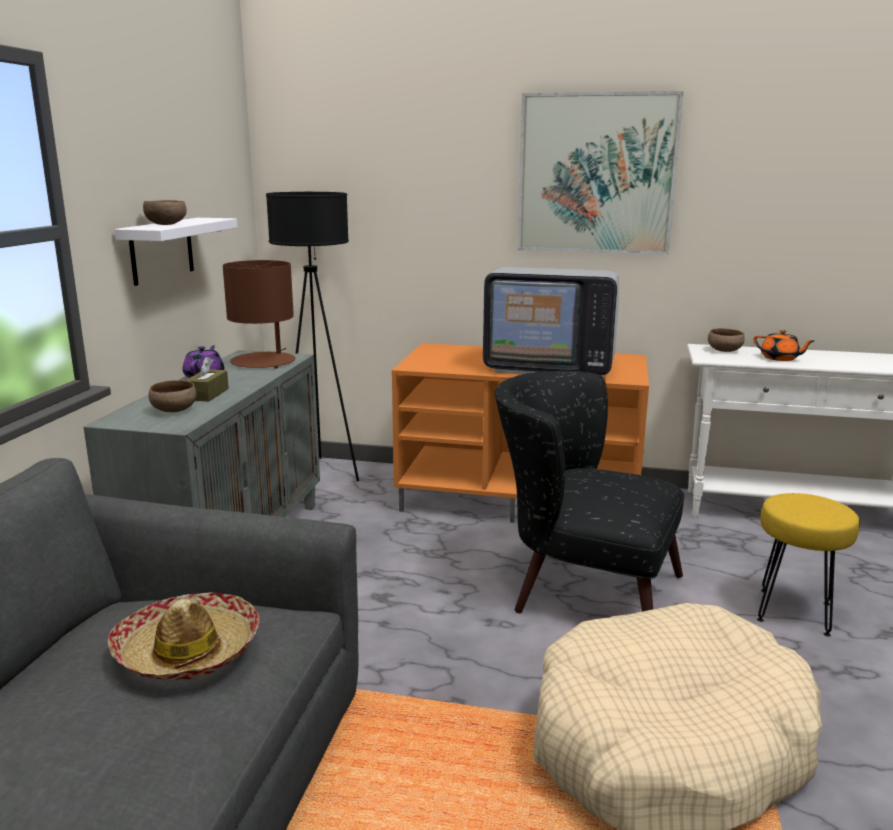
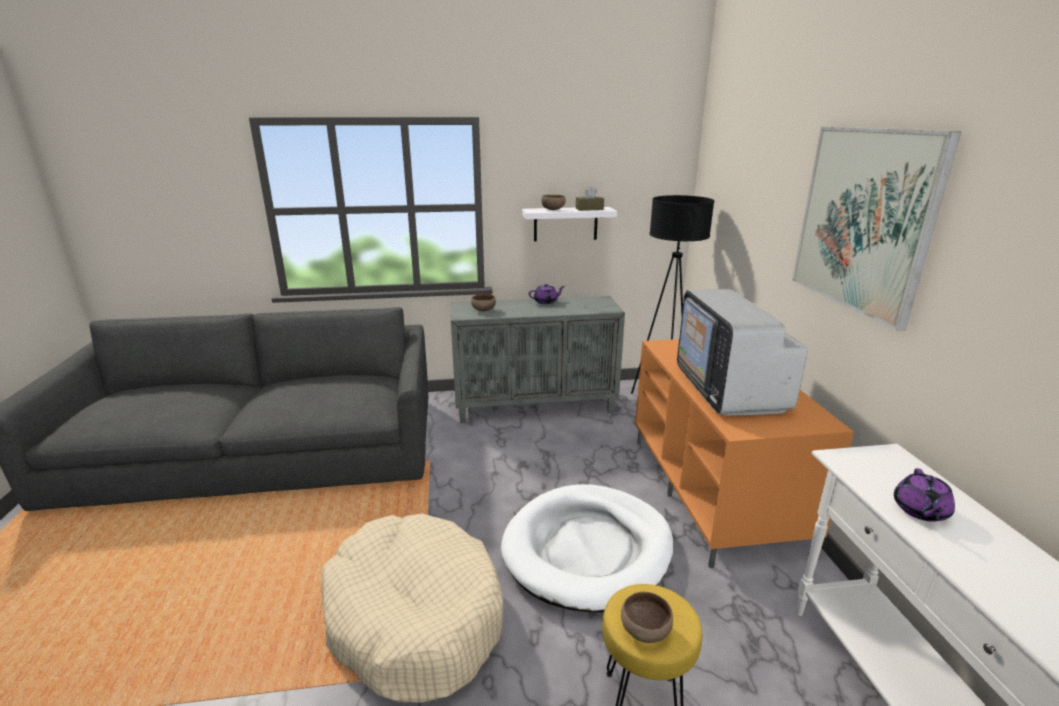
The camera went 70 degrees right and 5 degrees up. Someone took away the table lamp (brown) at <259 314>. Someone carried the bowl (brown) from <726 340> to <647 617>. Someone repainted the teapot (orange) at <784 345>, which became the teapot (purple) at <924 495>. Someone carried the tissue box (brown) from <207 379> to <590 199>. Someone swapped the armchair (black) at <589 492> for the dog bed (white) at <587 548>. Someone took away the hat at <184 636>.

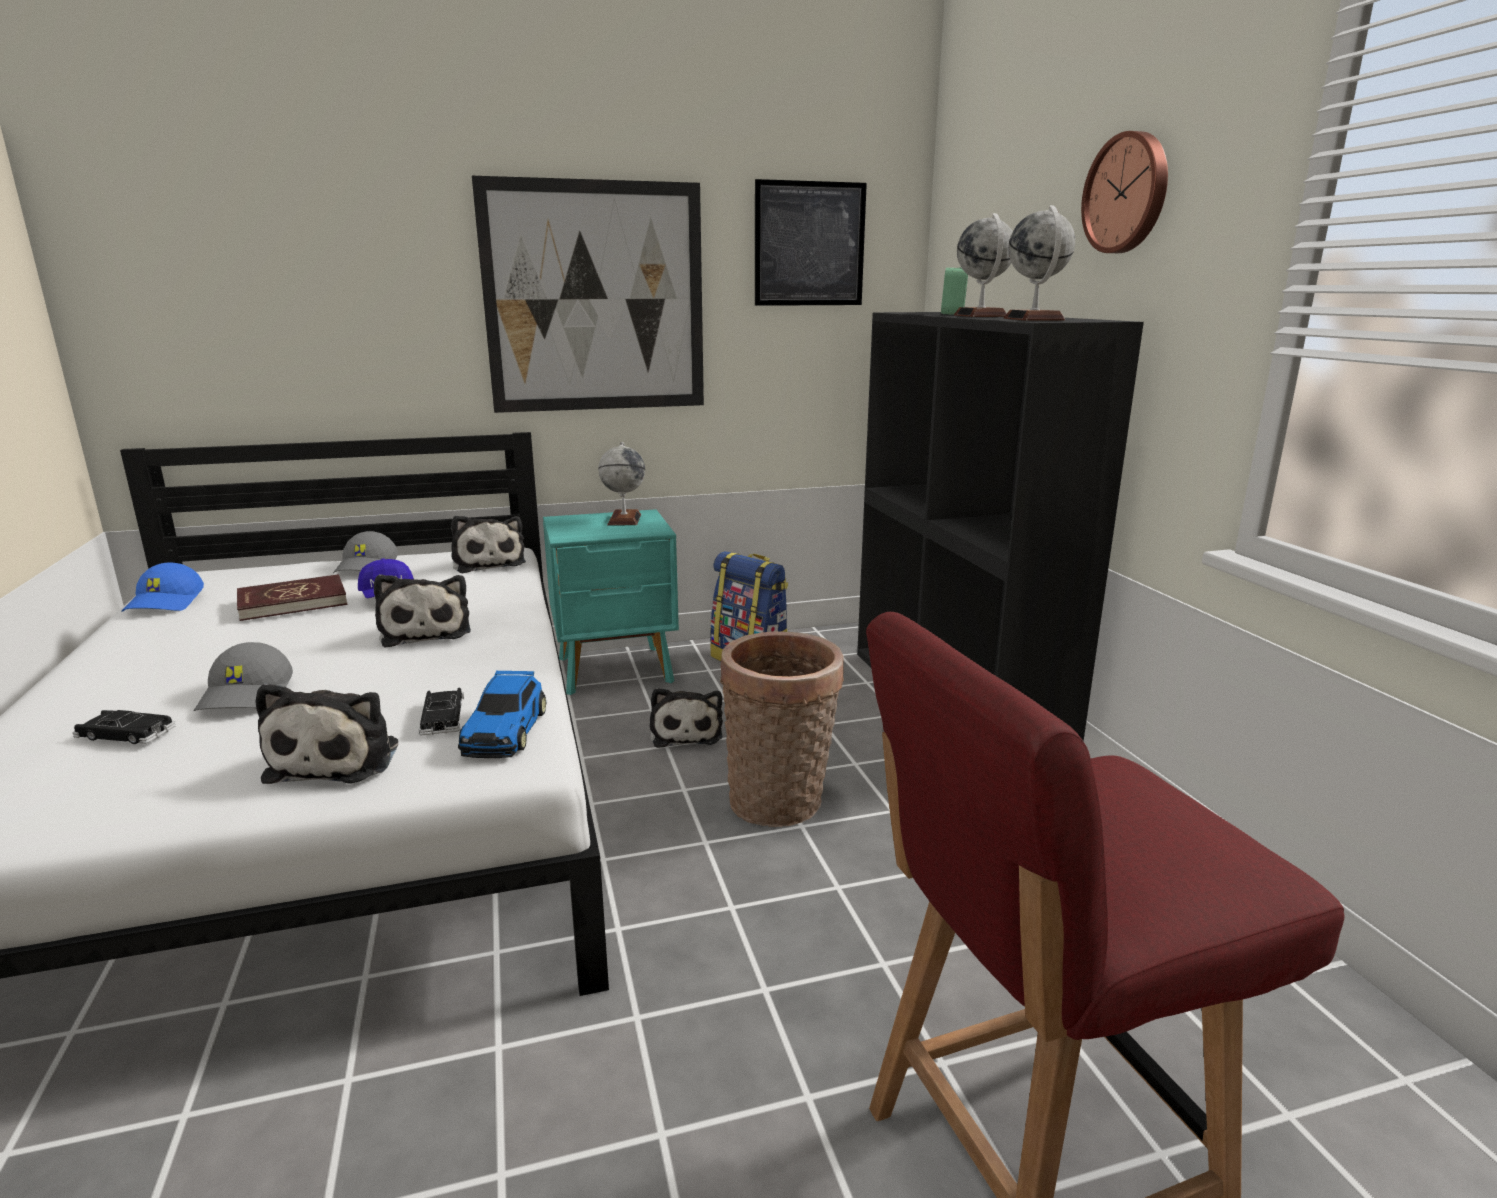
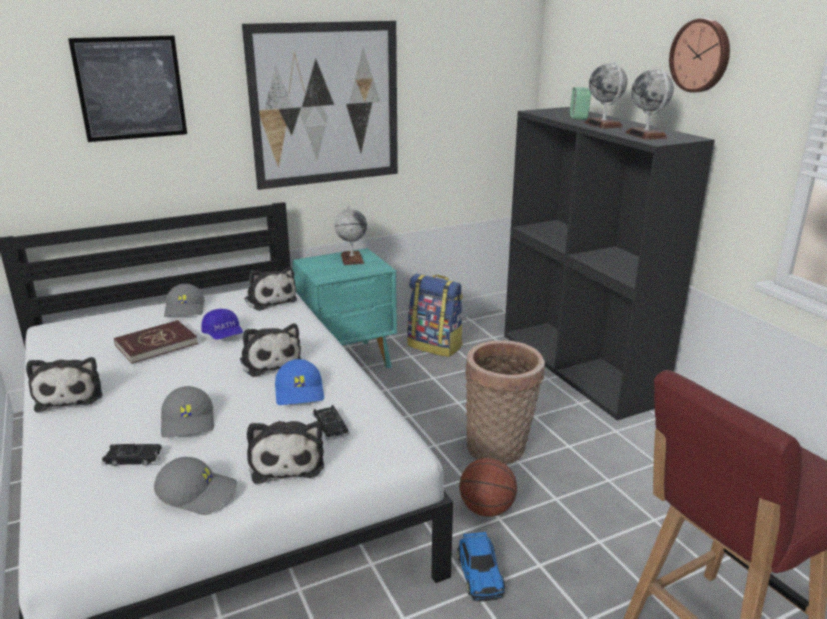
The camera went 10 degrees left and 5 degrees up. Someone carried the picture from <811 242> to <127 89>. Someone carried the cap (blue) from <163 587> to <299 382>. Someone carried the toy car from <502 714> to <481 566>. Someone carried the plush toy from <686 718> to <64 384>. Someone put down the cap (grey) at <195 486>. Someone put down the basketball at <488 487>.

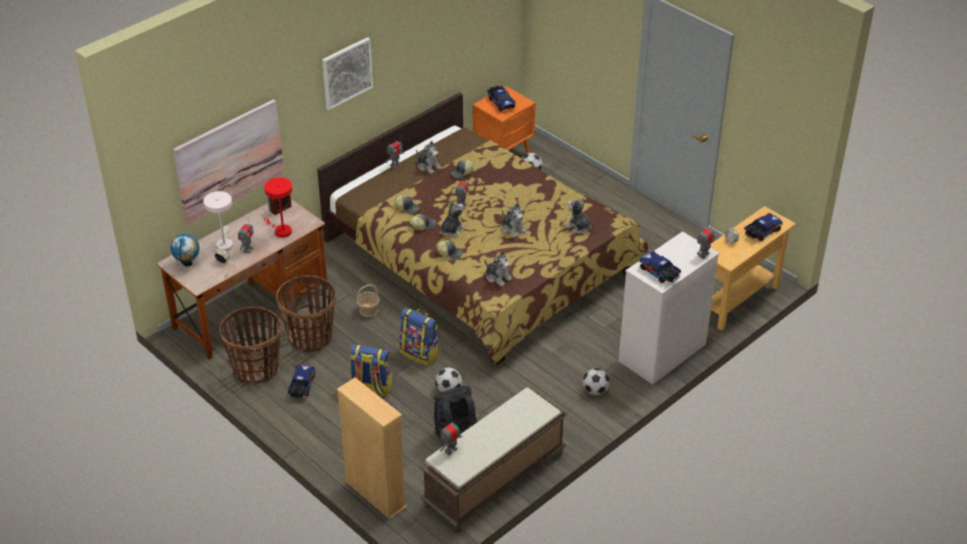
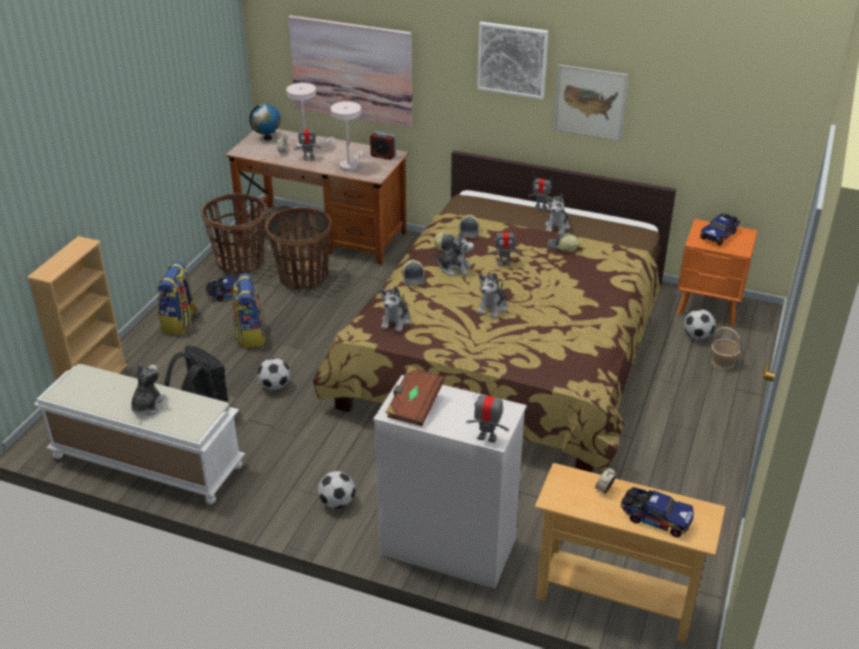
The camera went 65 degrees right and 5 degrees down. Someone repainted the table lamp (red) at <278 207>, which became the table lamp (white) at <347 136>. Someone carried the plush toy from <579 215> to <148 389>. Someone swapped the toy truck at <660 267> for the book (brown) at <415 396>. Someone carried the basket from <368 301> to <726 348>. Someone carried the backpack from <419 337> to <178 298>. Someone repainted the bench (brown) at <493 459>, which became the bench (white) at <139 434>. Someone took away the toy robot at <451 436>. Someone put up the picture at <591 103>.

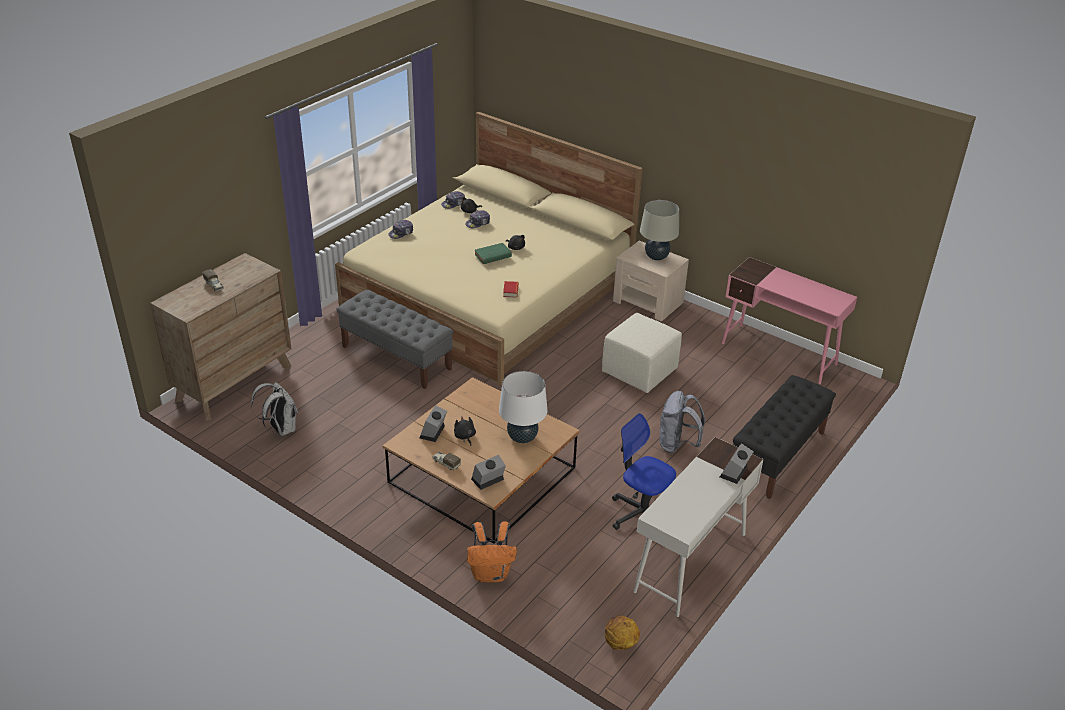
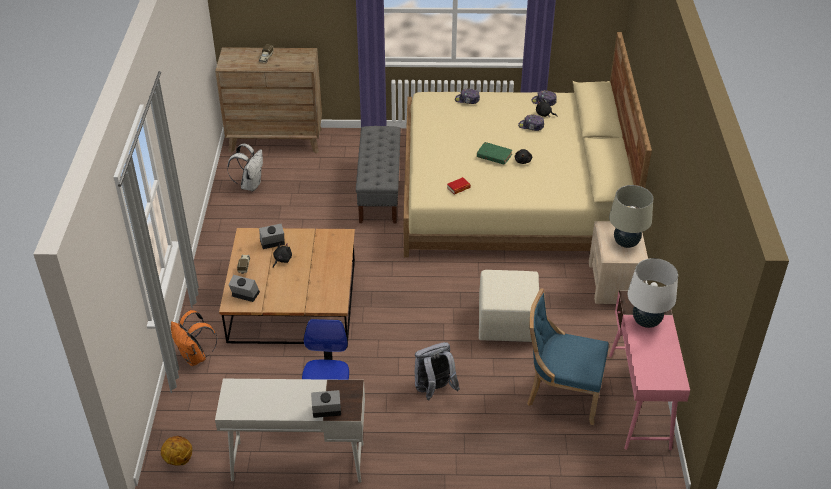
The camera went 55 degrees right and 5 degrees up. Someone carried the table lamp (white) from <523 407> to <653 293>. Someone took away the bench (black) at <784 437>. Someone put down the chair (blue) at <568 357>.

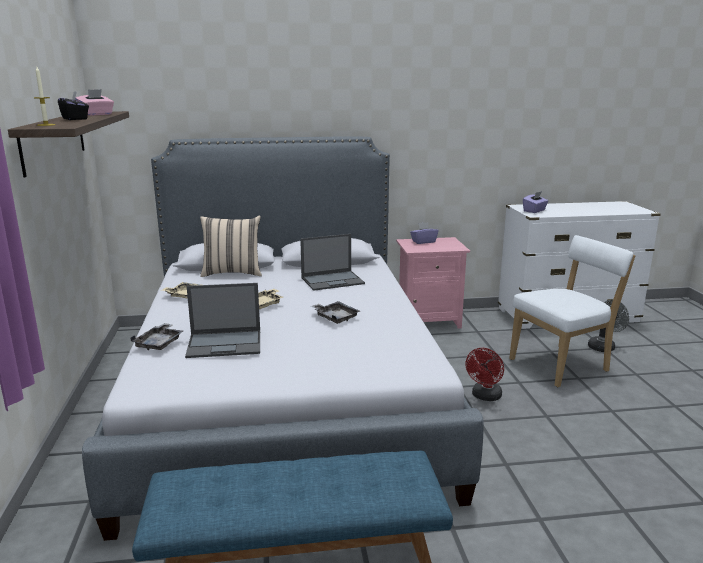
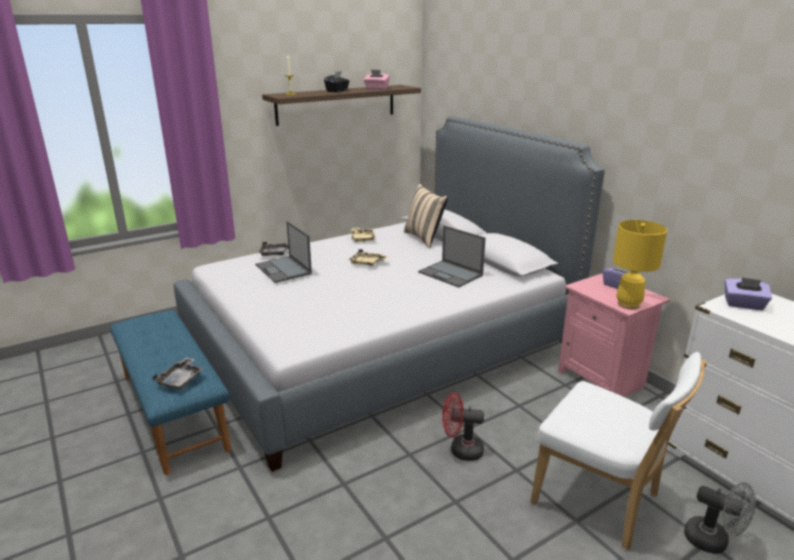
The camera went 65 degrees right and 5 degrees up. Someone carried the tray (grey) from <335 312> to <178 373>. Someone put down the table lamp (yellow) at <640 265>.

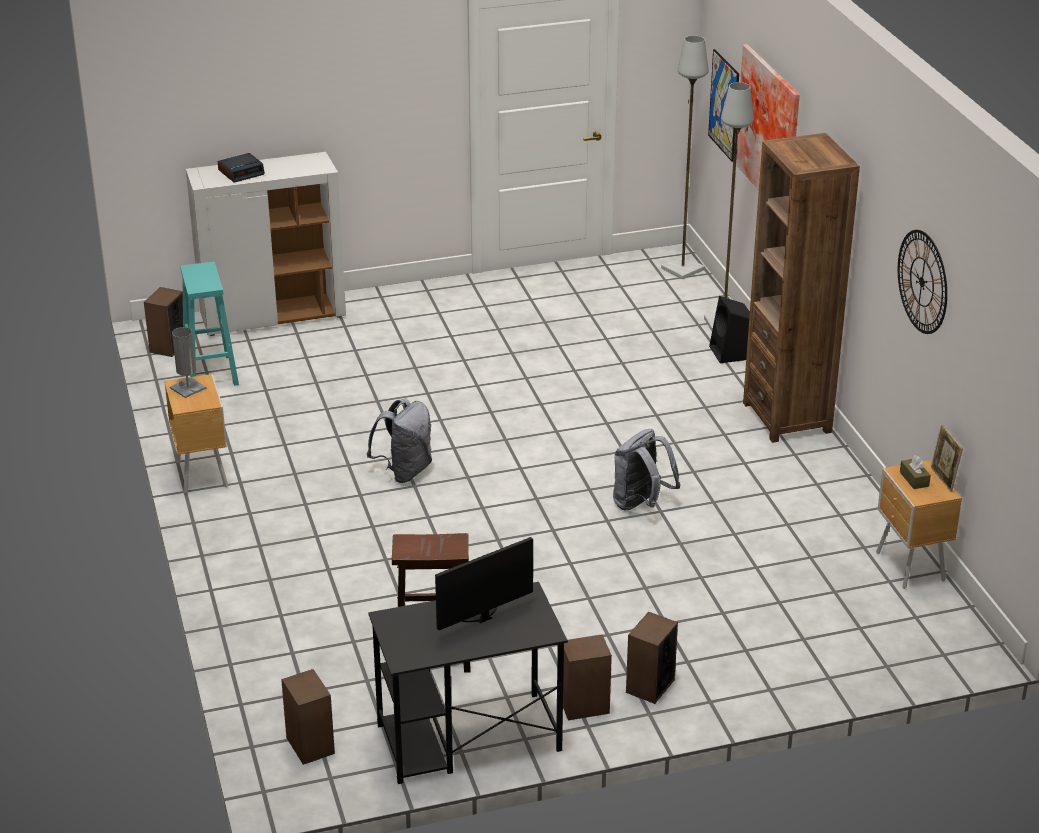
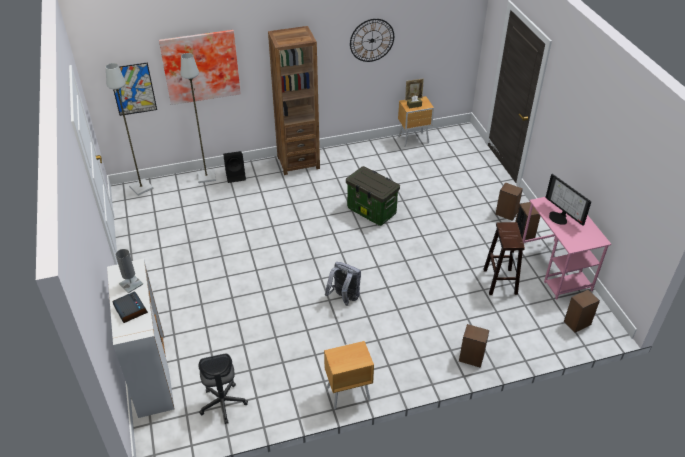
The camera went 90 degrees left and 10 degrees up. Someone swapped the stool (turquoise) at <209 324> for the office chair (grey) at <223 389>. Someone carried the speaker from <163 322> to <474 346>. Someone carried the table lamp (grey) from <188 362> to <129 271>. Someone swapped the backpack (grey) at <647 470> for the storage box at <373 196>. Someone repainted the desk (black) at <468 683>, which became the desk (pink) at <567 248>.

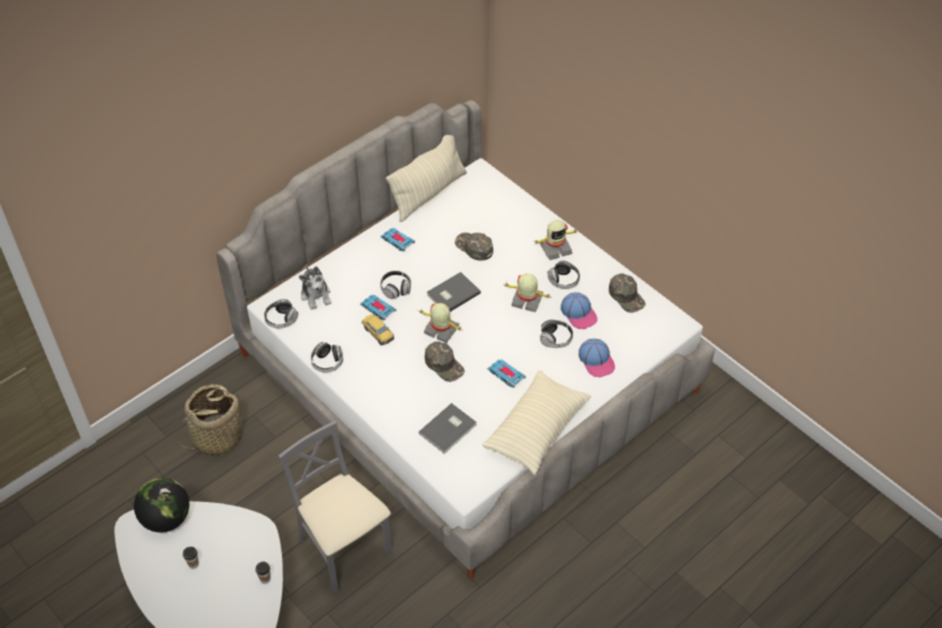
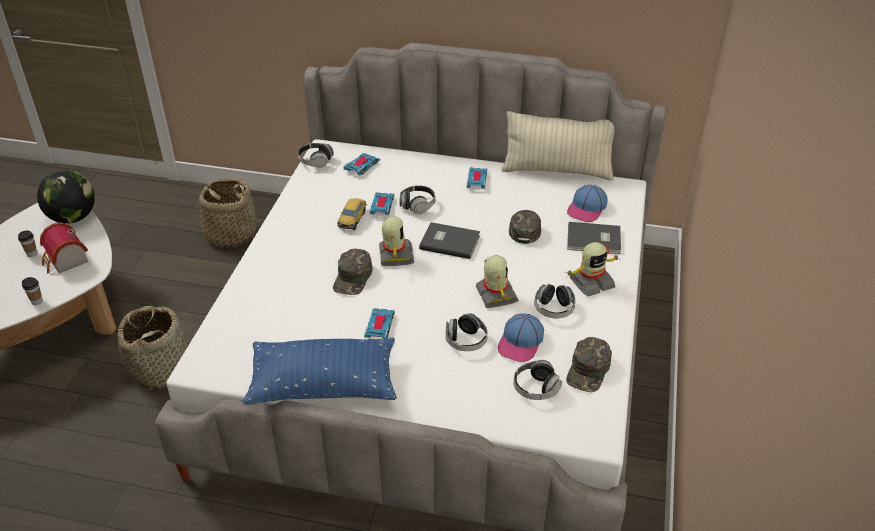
The camera went 55 degrees right and 10 degrees down. Someone rotated the toy robot at <555 240> by 60 degrees counterclockwise. Someone swapped the plush toy at <315 288> for the toy car at <361 164>. Someone carried the cap from <597 357> to <587 203>. Someone carried the headphones from <327 357> to <538 380>. Someone repainted the pillow (beige) at <536 422>, which became the pillow (blue) at <319 371>. Someone carried the book (grey) from <447 428> to <594 238>. Someone swapped the chair (grey) at <335 507> for the basket at <153 348>. Someone put down the toy house at <64 248>.

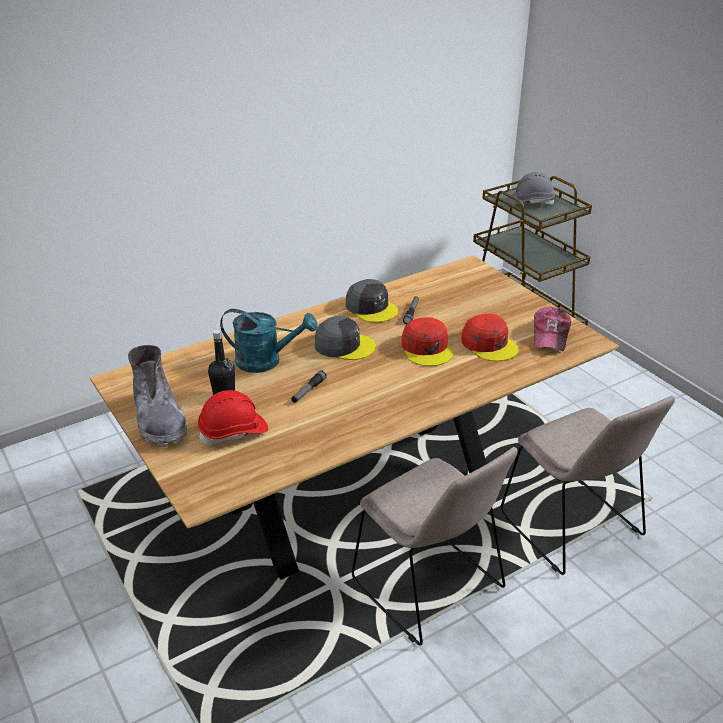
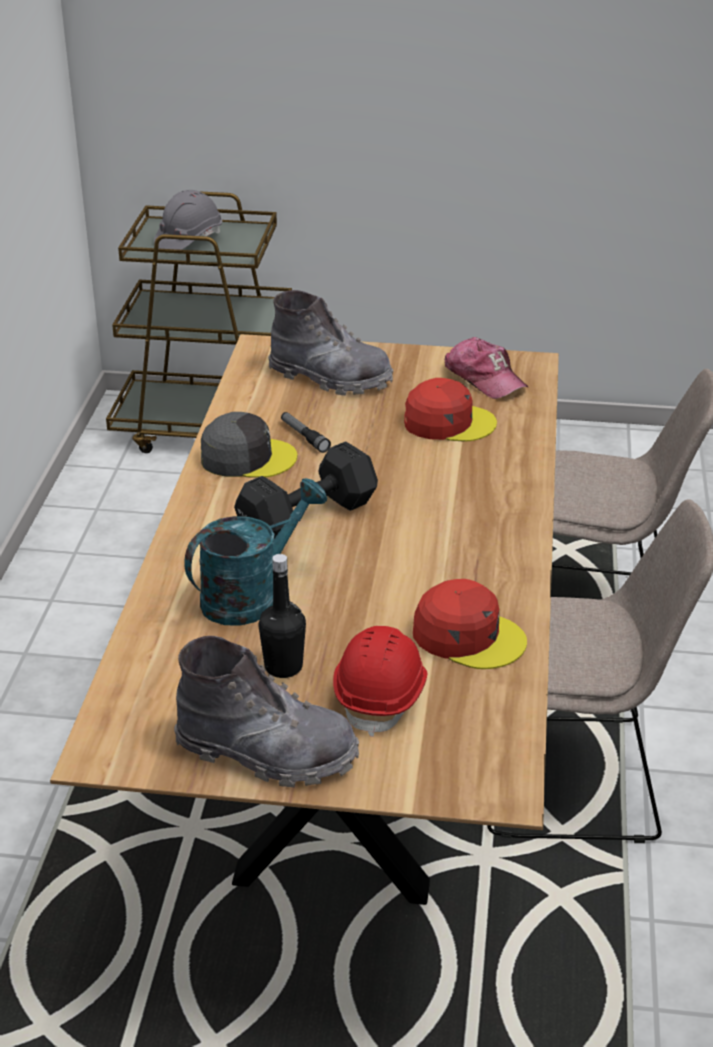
The camera went 50 degrees left and 0 degrees up. Someone swapped the cap (grey) at <345 338> for the dumbbell (black) at <306 489>. Someone carried the cap (red) from <426 341> to <470 624>. Someone took away the flashlight at <309 386>. Someone put down the boot (grey) at <330 342>.

